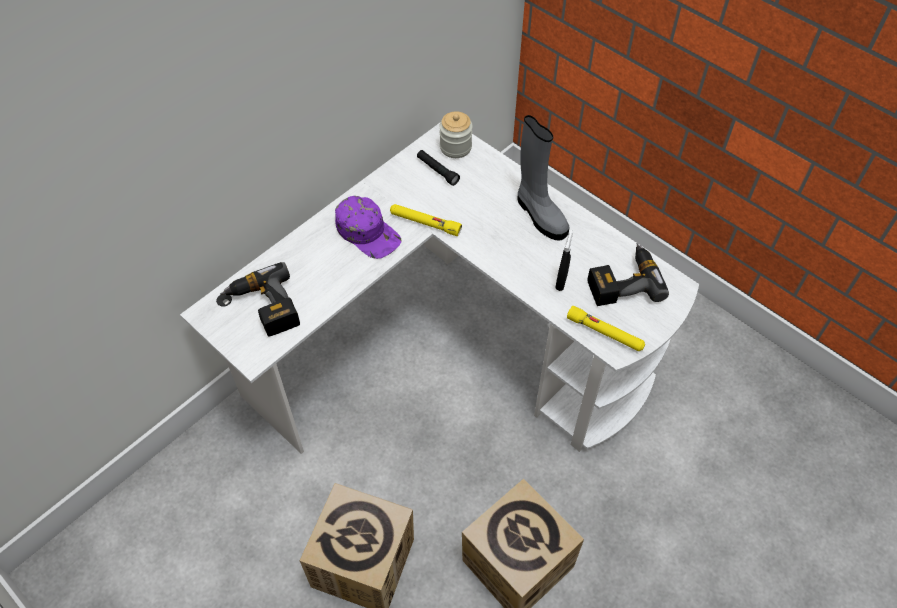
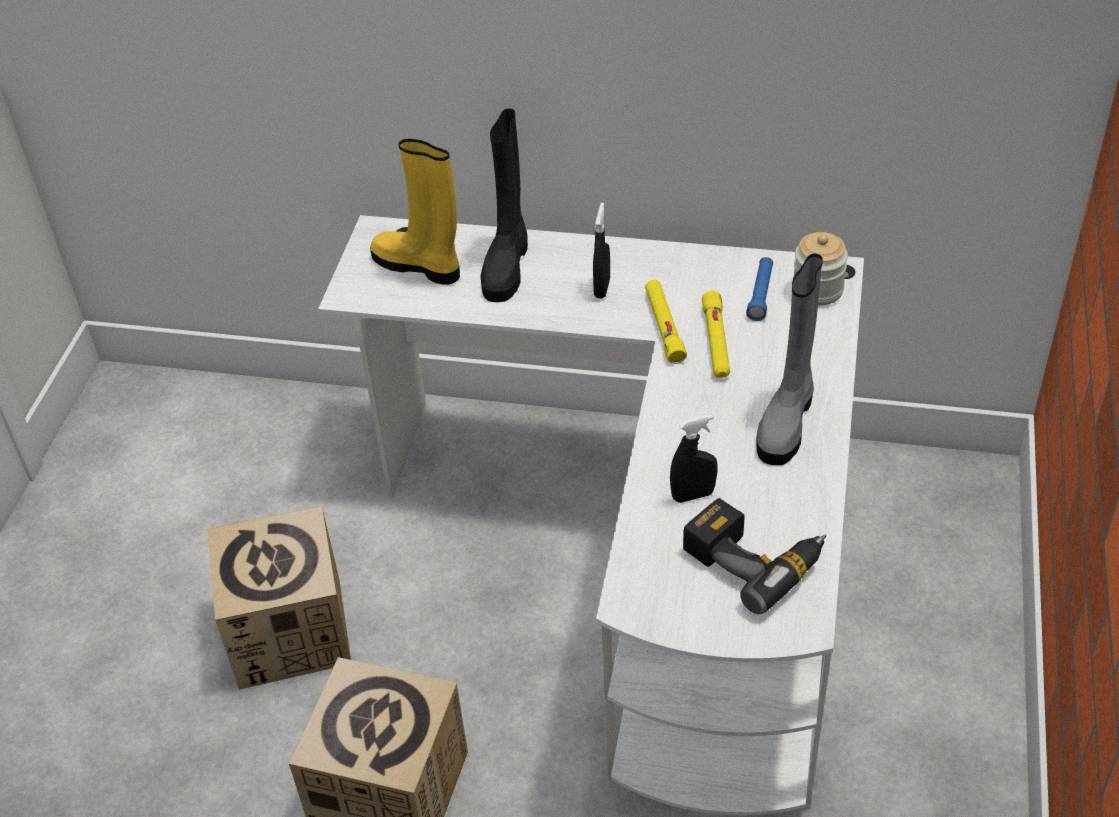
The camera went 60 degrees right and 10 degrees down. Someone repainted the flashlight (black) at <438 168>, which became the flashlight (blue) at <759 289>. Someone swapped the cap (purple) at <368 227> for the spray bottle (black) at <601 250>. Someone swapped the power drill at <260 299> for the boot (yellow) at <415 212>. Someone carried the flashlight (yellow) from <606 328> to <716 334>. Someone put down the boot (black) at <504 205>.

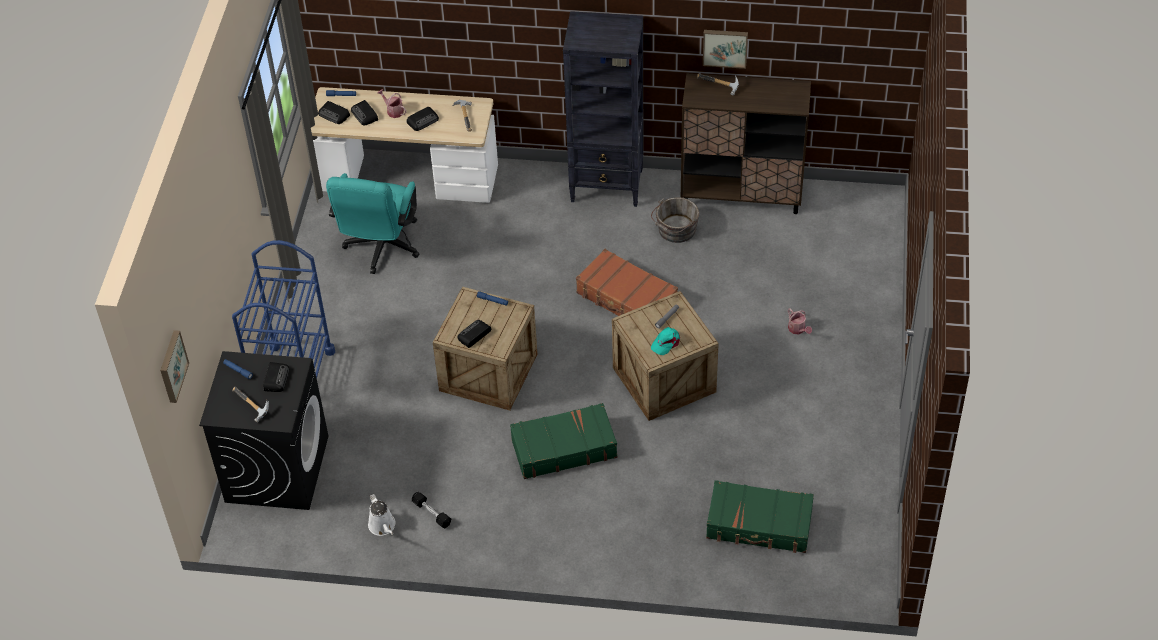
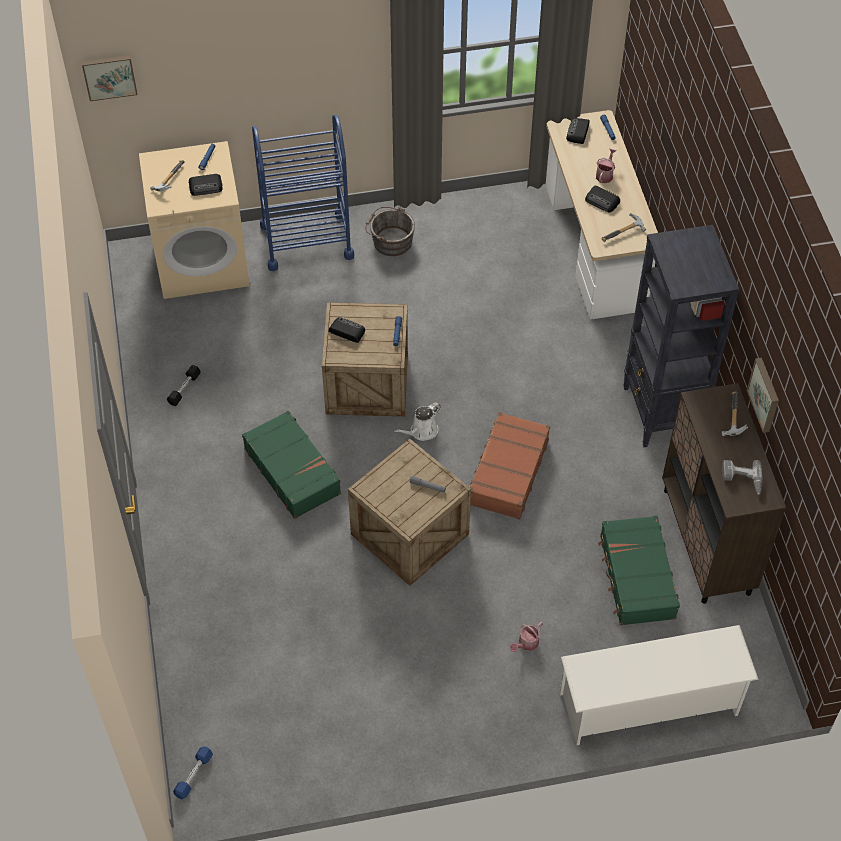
The camera went 70 degrees right and 5 degrees up. Someone took away the radio at <364 113>. Someone took away the office chair (turquoise) at <372 223>. Someone carried the bucket (grey) from <675 220> to <390 231>. Someone took away the cap (turquoise) at <665 341>. Someone repainted the washing machine (black) at <263 430>, which became the washing machine (beige) at <194 220>. Someone carried the suitcase (green) from <760 516> to <639 570>. Someone carried the watering can (white) from <381 515> to <417 421>. Someone put down the power drill at <742 477>. Someone put down the shoe rack (white) at <659 685>. Someone put down the dumbbell (blue) at <193 772>.

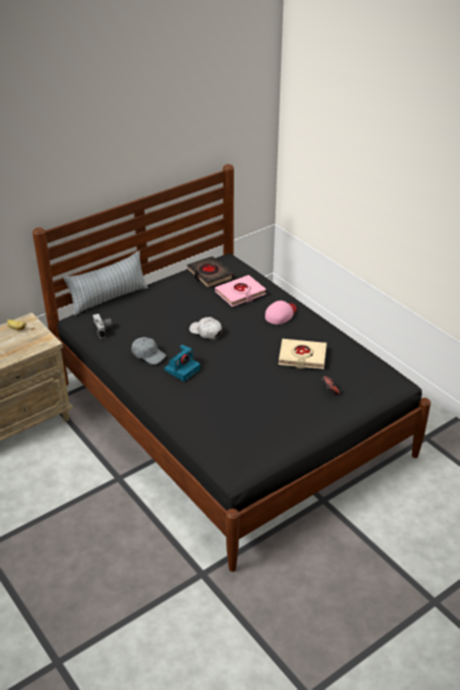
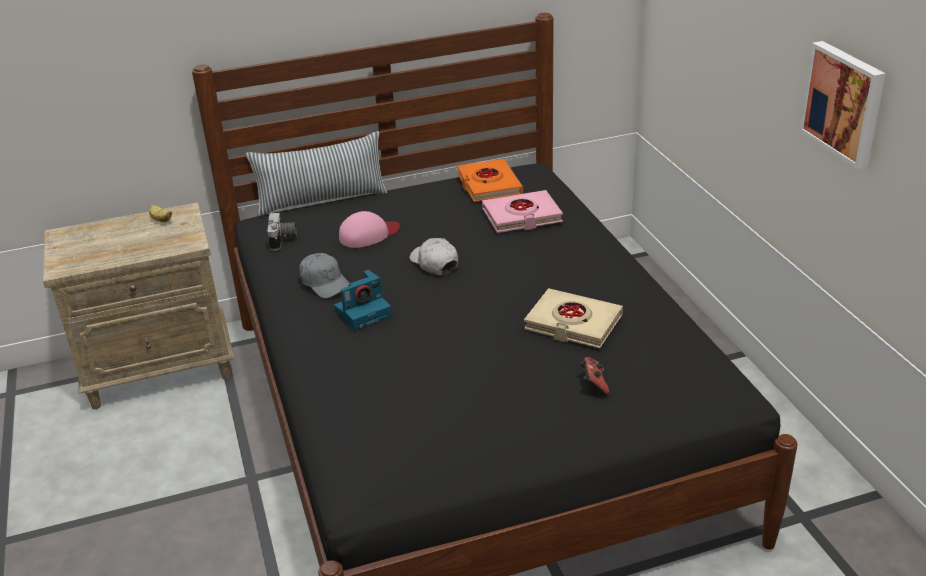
The camera went 20 degrees right and 5 degrees down. Someone repainted the book (black) at <210 272>, which became the book (orange) at <490 180>. Someone carried the cap (pink) from <281 312> to <369 229>. Someone put up the picture at <842 105>.

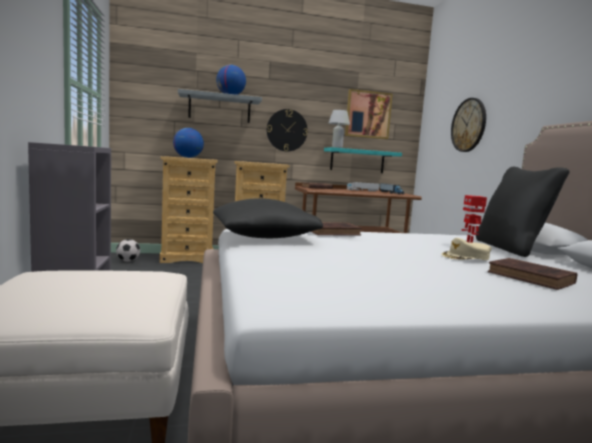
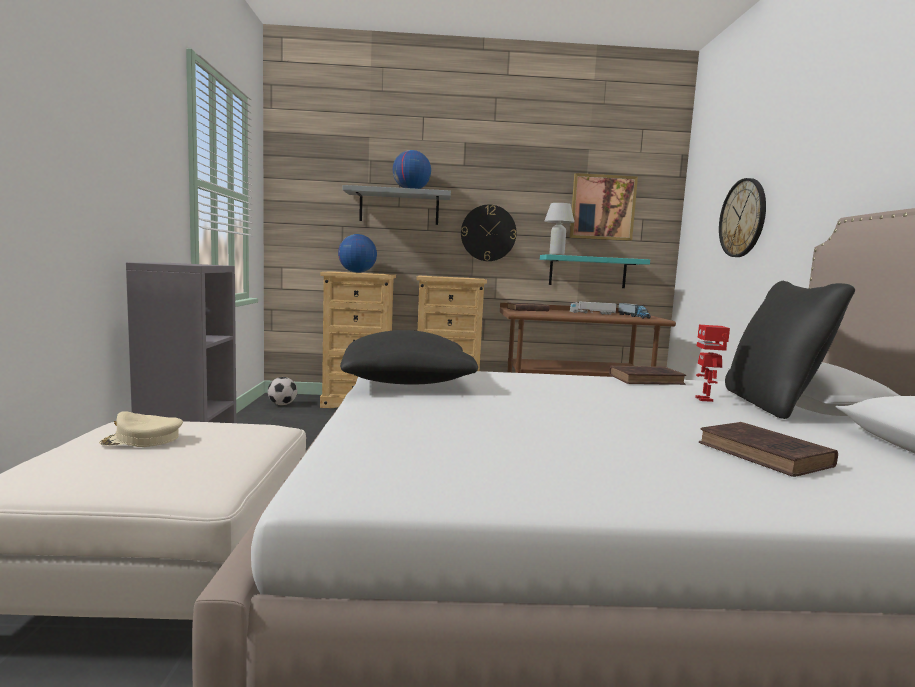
The camera went 10 degrees right and 0 degrees up. Someone carried the book (brown) from <336 229> to <647 375>. Someone carried the cap (beige) from <466 249> to <141 429>.

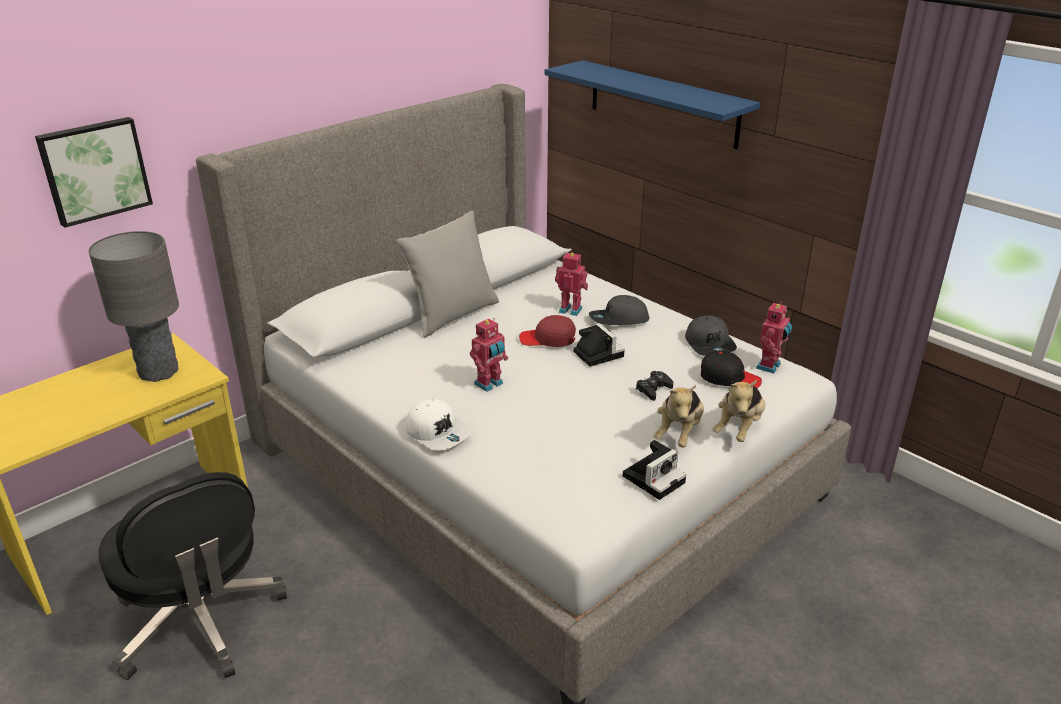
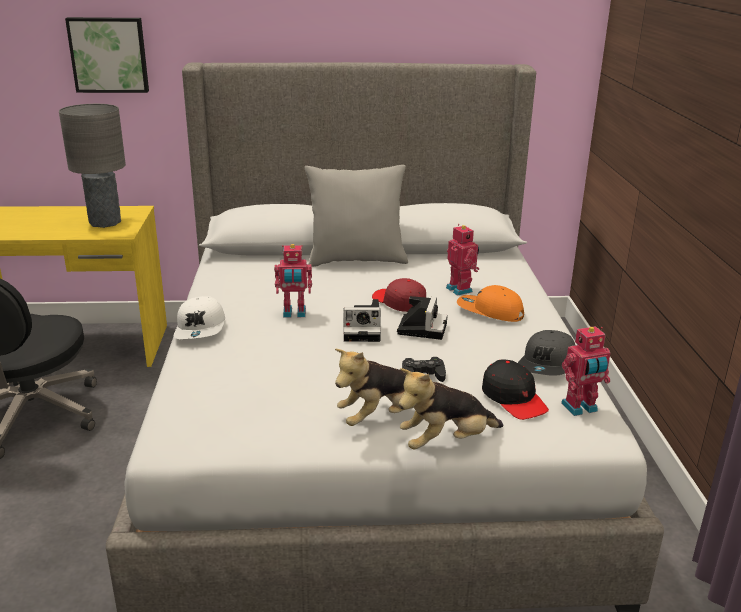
The camera went 40 degrees right and 5 degrees down. Someone took away the shelf (blue) at <652 104>. Someone repainted the cap (grey) at <619 310>, which became the cap (orange) at <490 303>. Someone carried the photo camera from <654 470> to <362 320>.

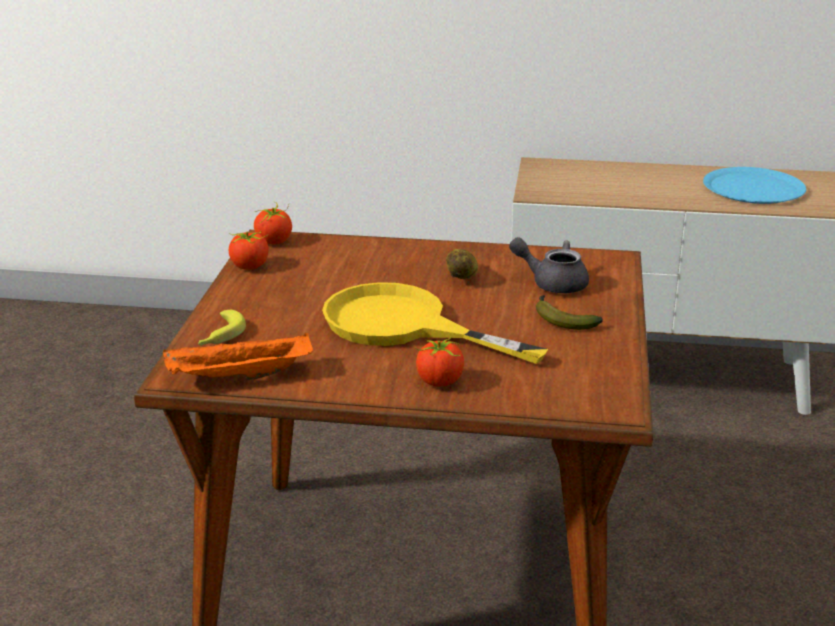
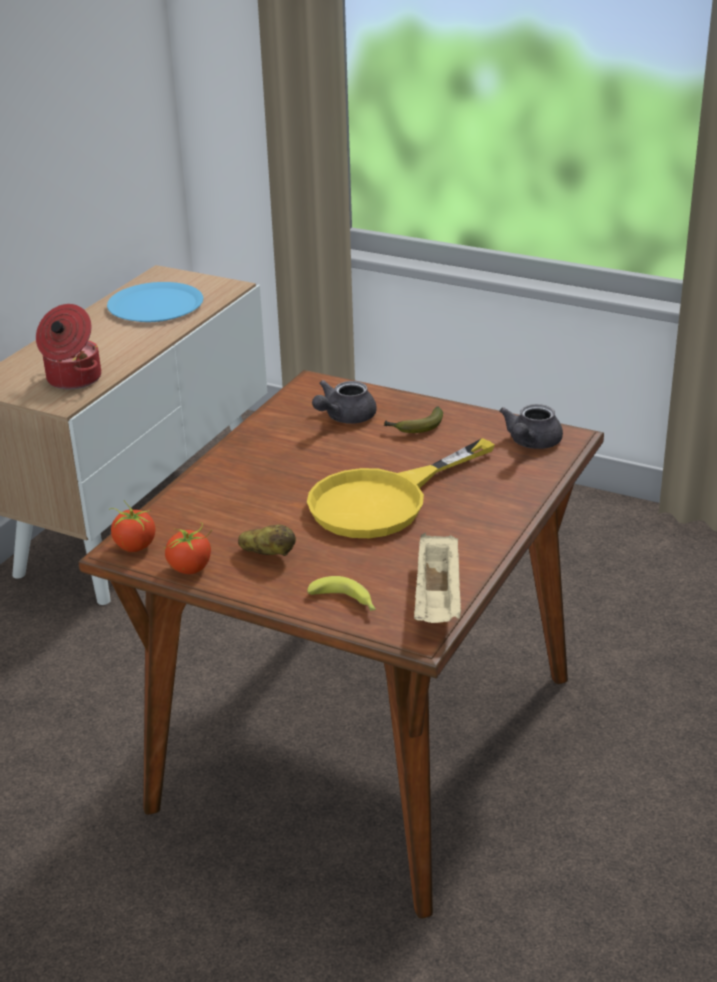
The camera went 70 degrees left and 5 degrees up. Someone carried the potato from <462 264> to <267 540>. Someone repainted the tray (orange) at <238 356>, which became the tray (beige) at <437 578>. Someone took away the tomato at <439 362>. Someone put down the cooking pot at <68 346>. Someone put down the teapot (grey) at <531 426>.

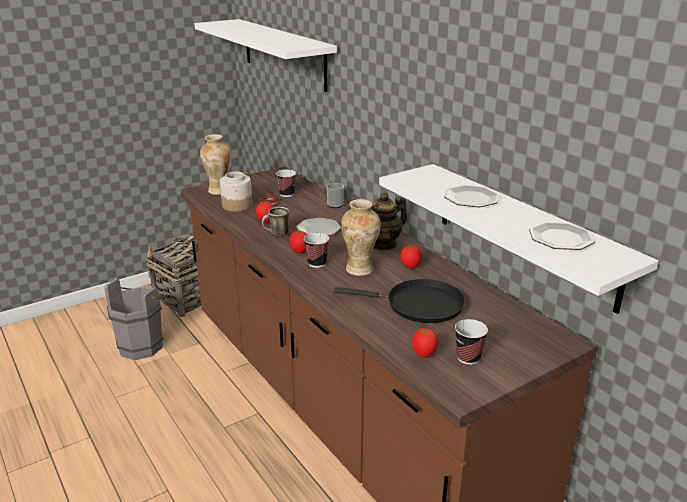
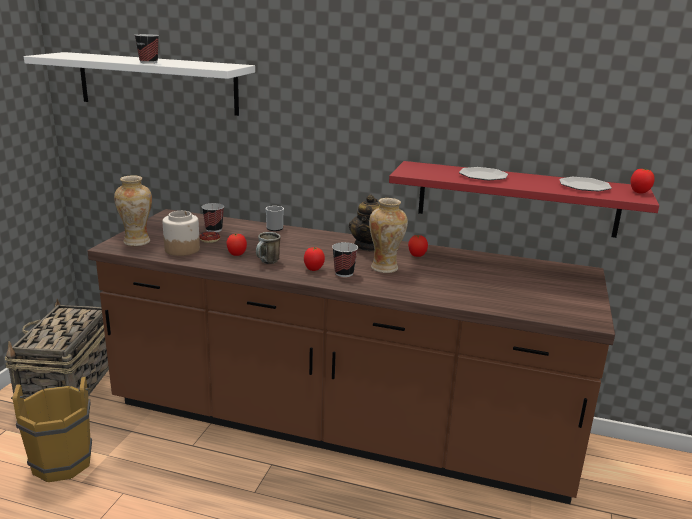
The camera went 40 degrees left and 5 degrees down. Someone repainted the shelf (white) at <519 239>, which became the shelf (red) at <524 199>. Someone took away the plate at <318 227>. Someone repainted the bucket (grey) at <134 319>, which became the bucket (brown) at <51 429>. Someone took away the frying pan (black) at <399 301>. Someone carried the cup from <471 342> to <147 49>. Someone carried the tomato from <425 343> to <642 181>.

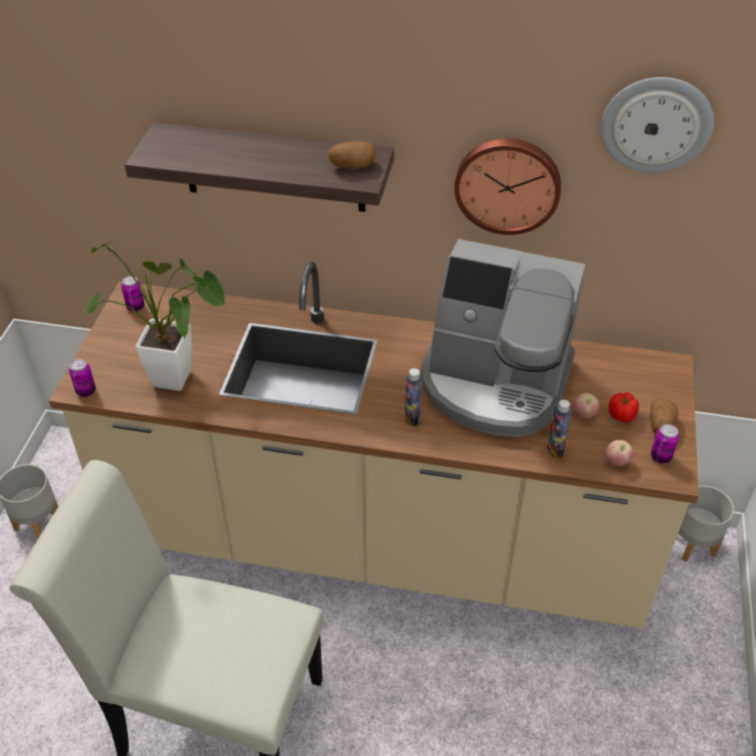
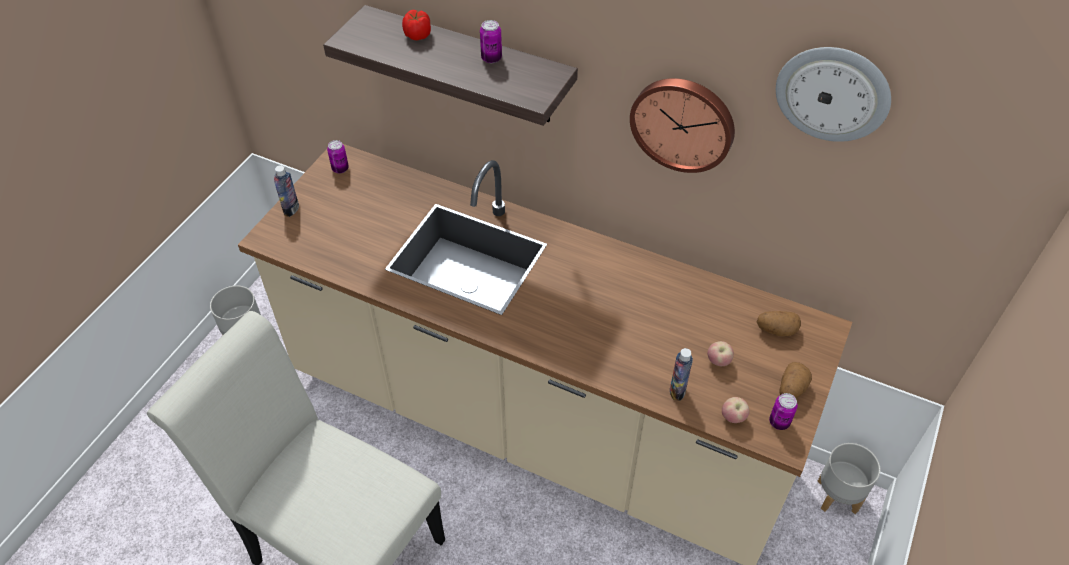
The camera went 15 degrees right and 5 degrees up. Someone carried the potato from <352 155> to <779 323>. Someone took away the coffee machine at <503 338>. Someone took away the potted plant at <155 315>. Someone carried the can from <82 378> to <491 41>. Someone carried the bottle from <413 397> to <286 191>. Someone carried the tomato from <624 407> to <416 25>.

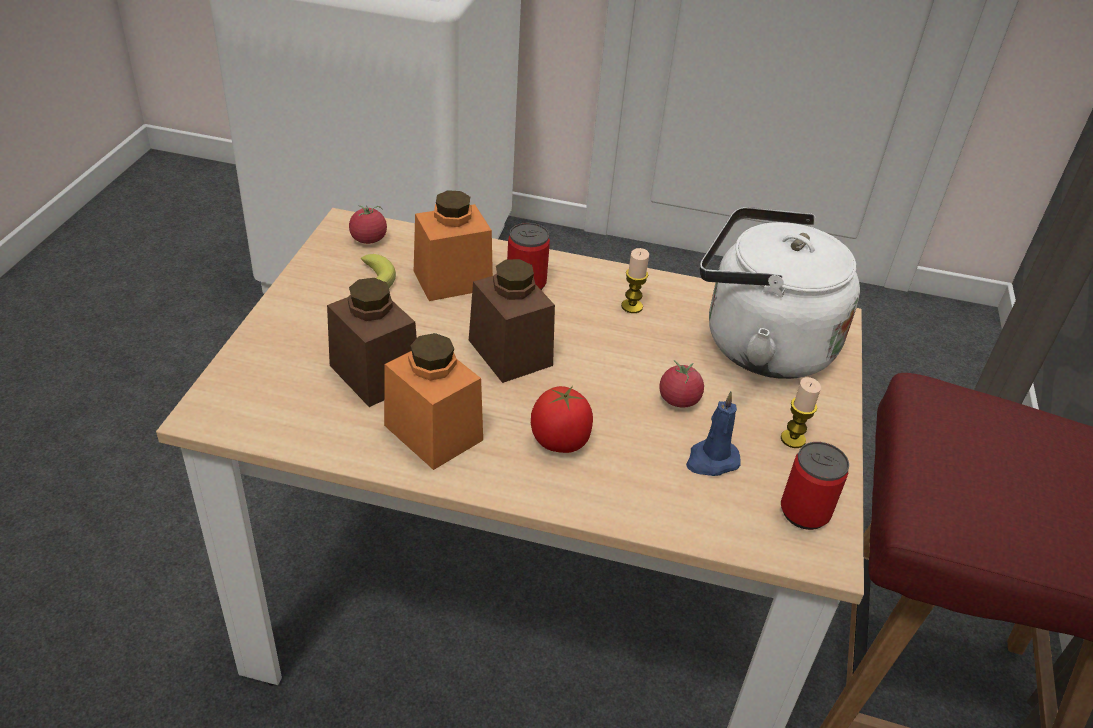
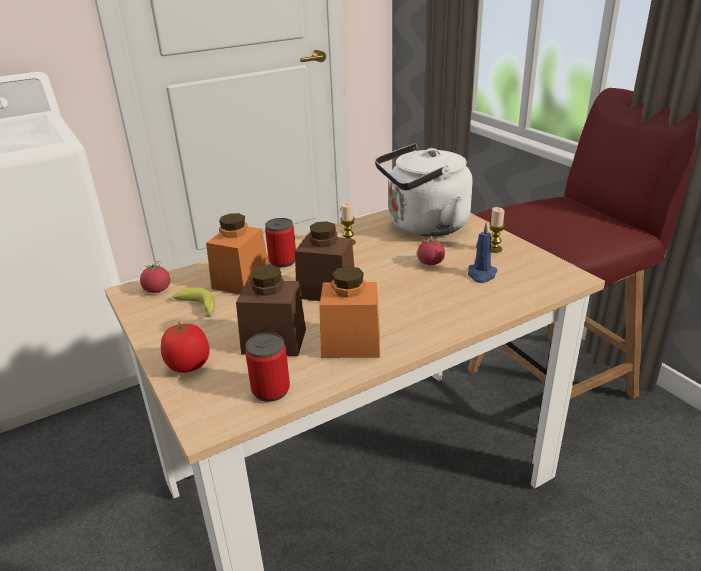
The camera went 40 degrees left and 10 degrees down. Someone carried the tomato from <562 419> to <185 347>. Someone carried the can from <815 486> to <267 367>.

